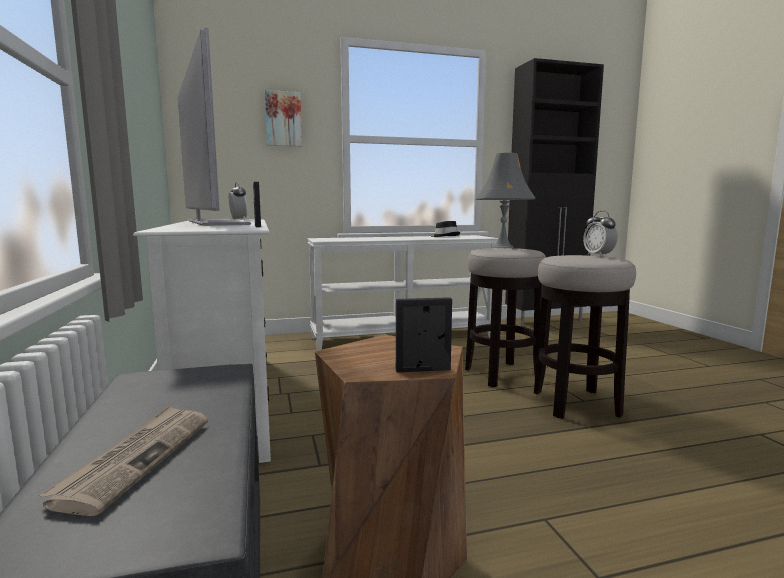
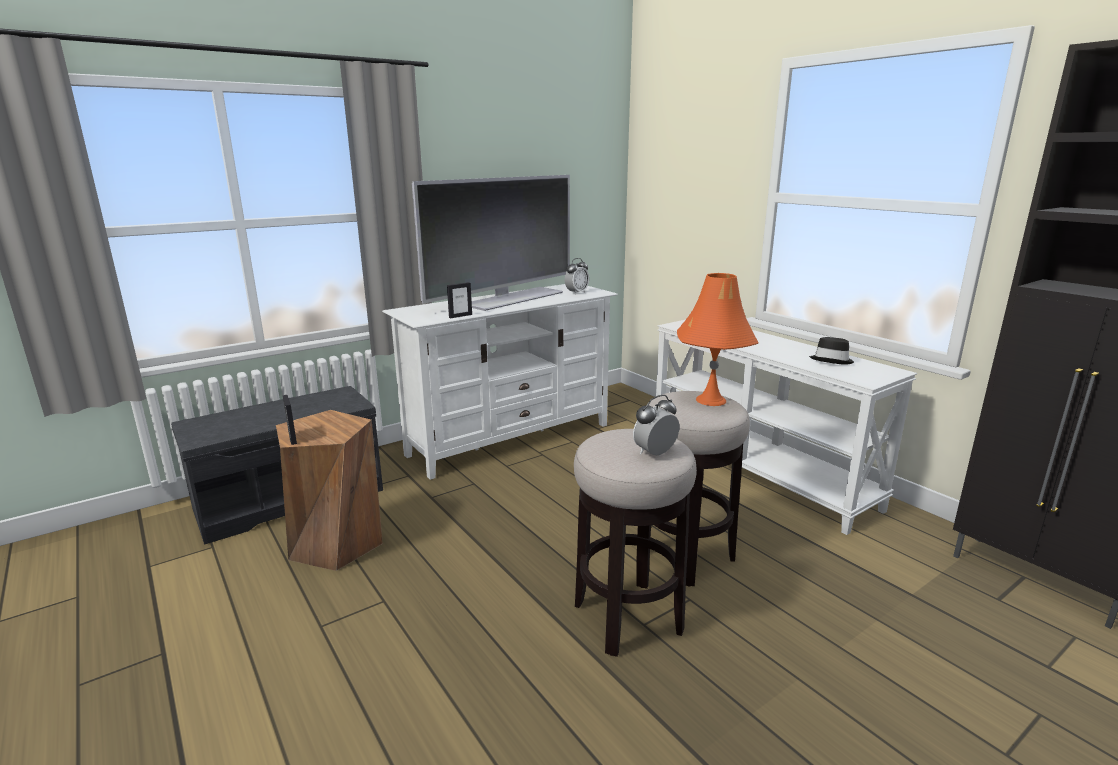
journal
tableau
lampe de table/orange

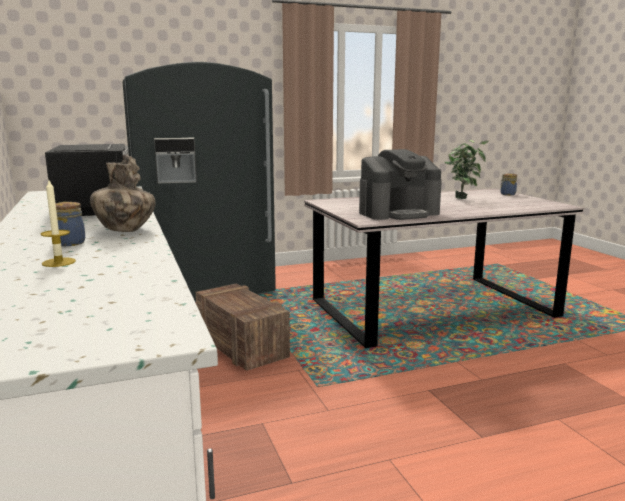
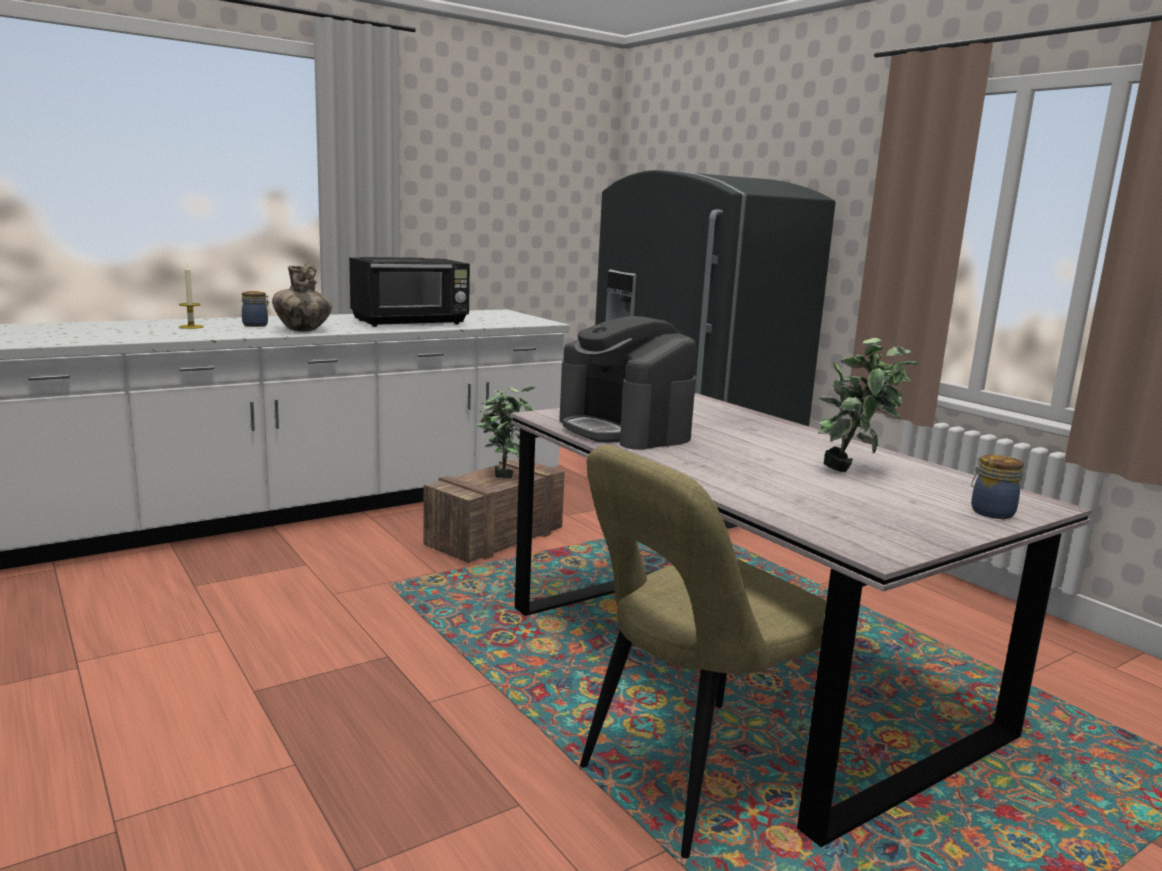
plante en pot (no. 1 from left)
chaise/beige

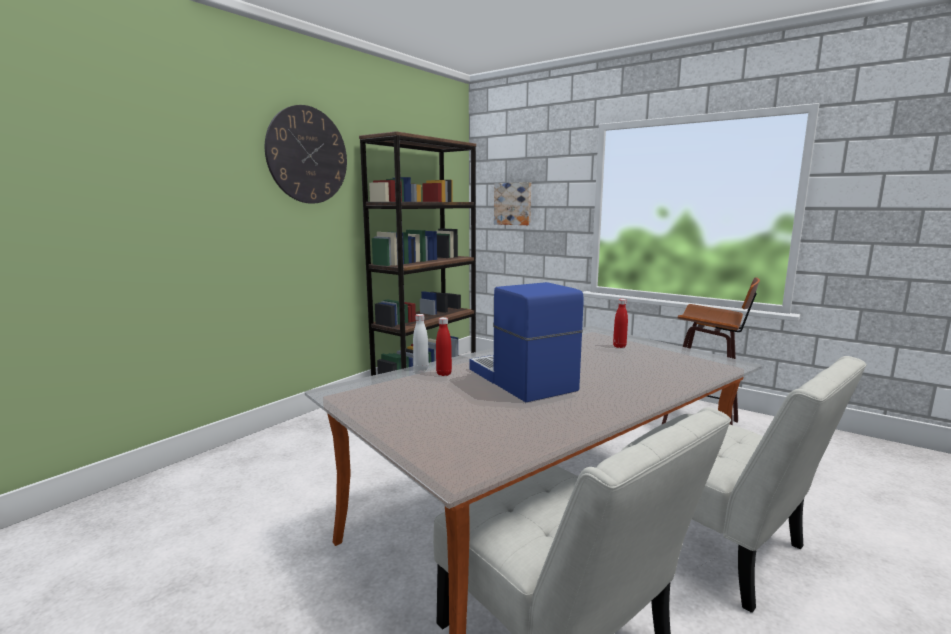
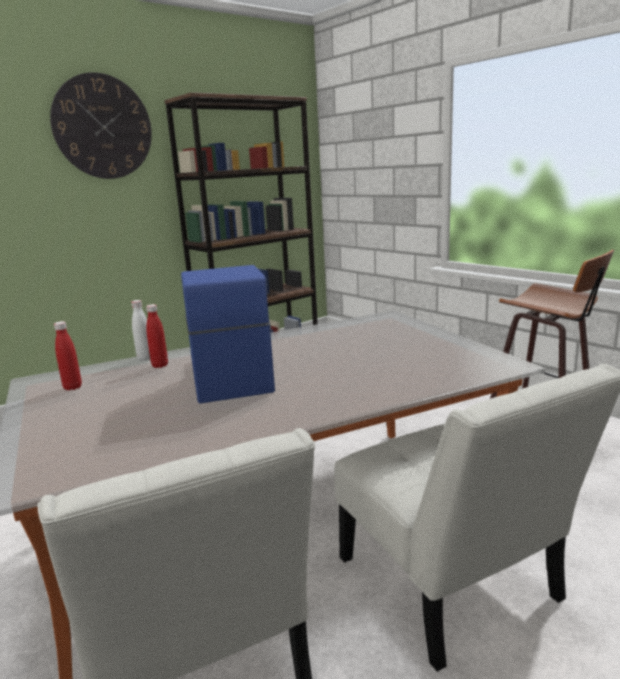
tableau
bouteille/rouge (no. 1 from left)

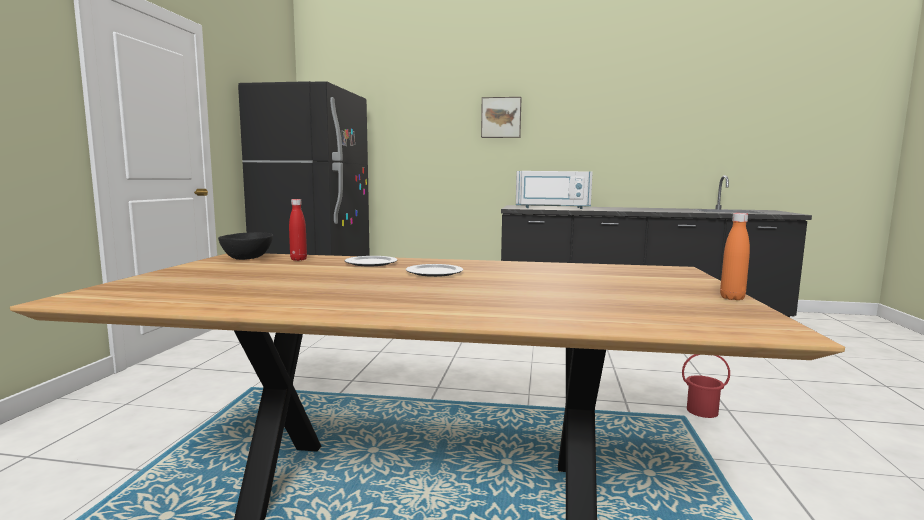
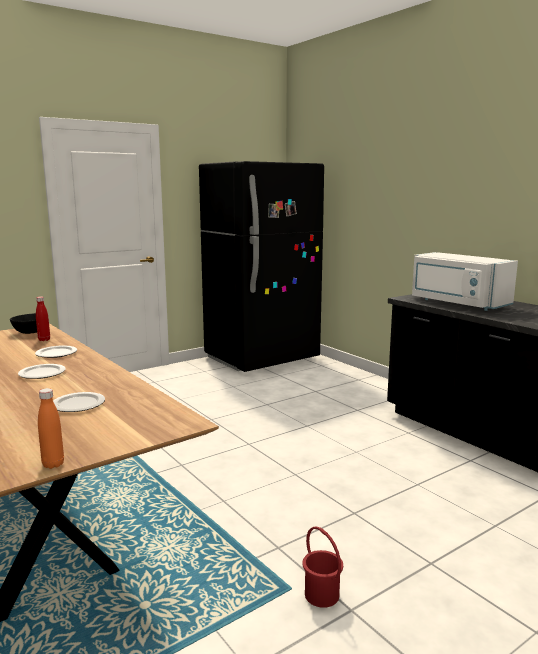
tableau
assiette (no. 3 from left)

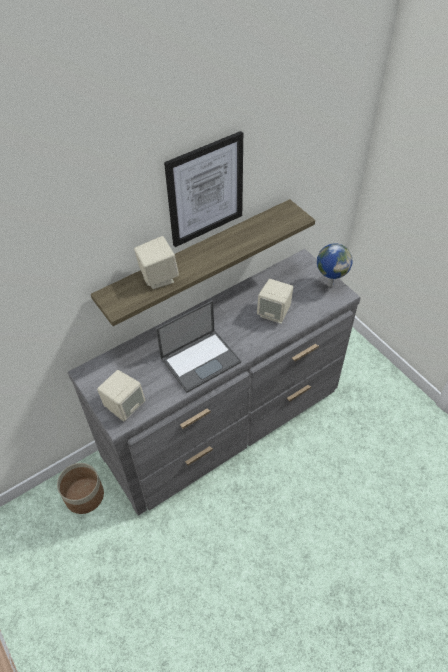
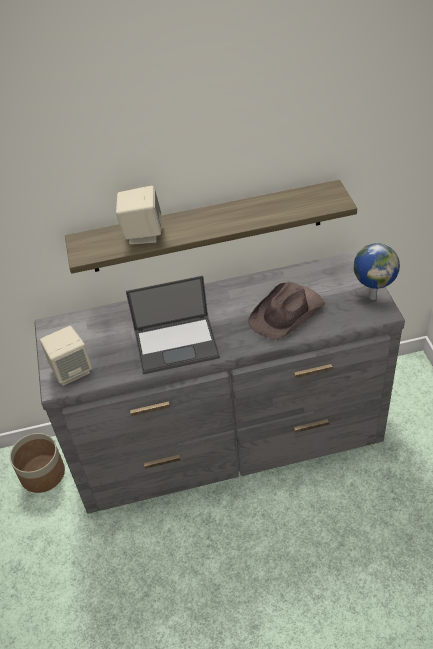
tableau
chapeau/marron

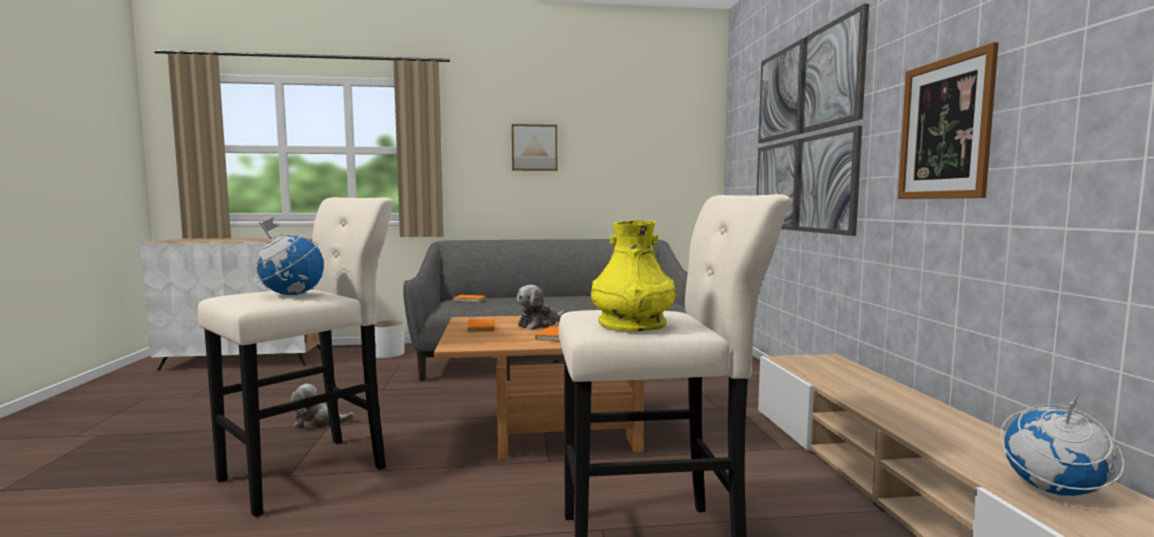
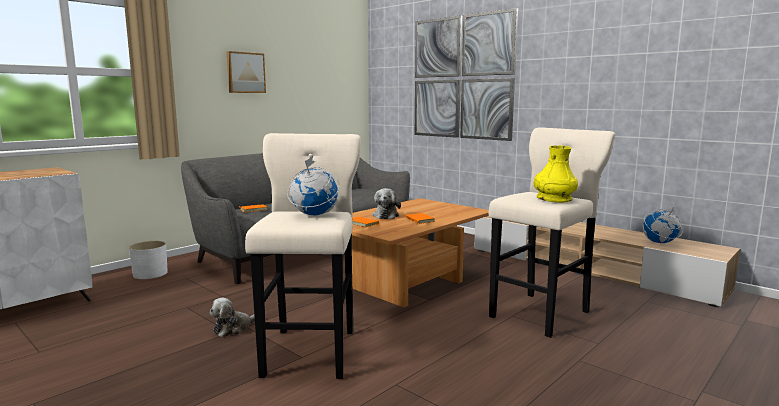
tableau (no. 3 from left in the first image)

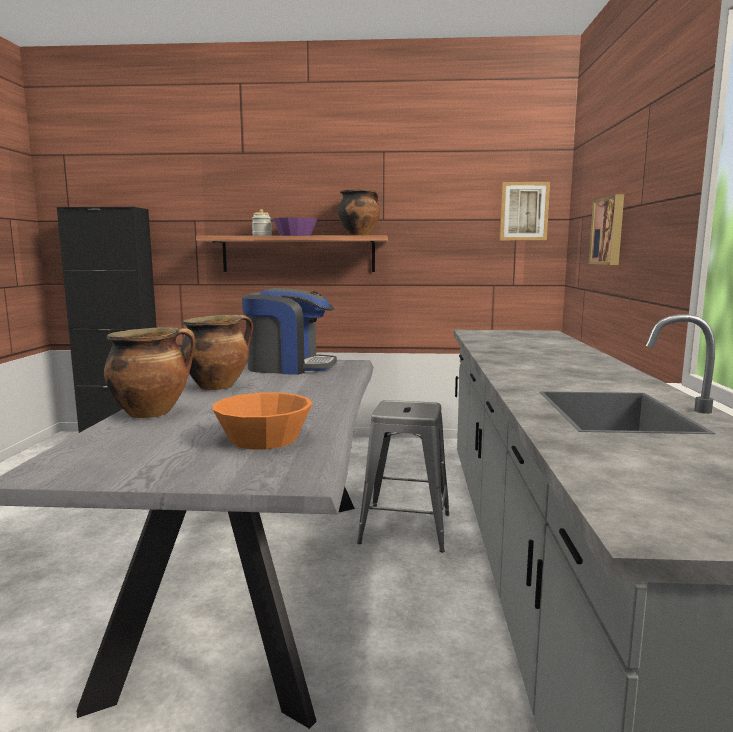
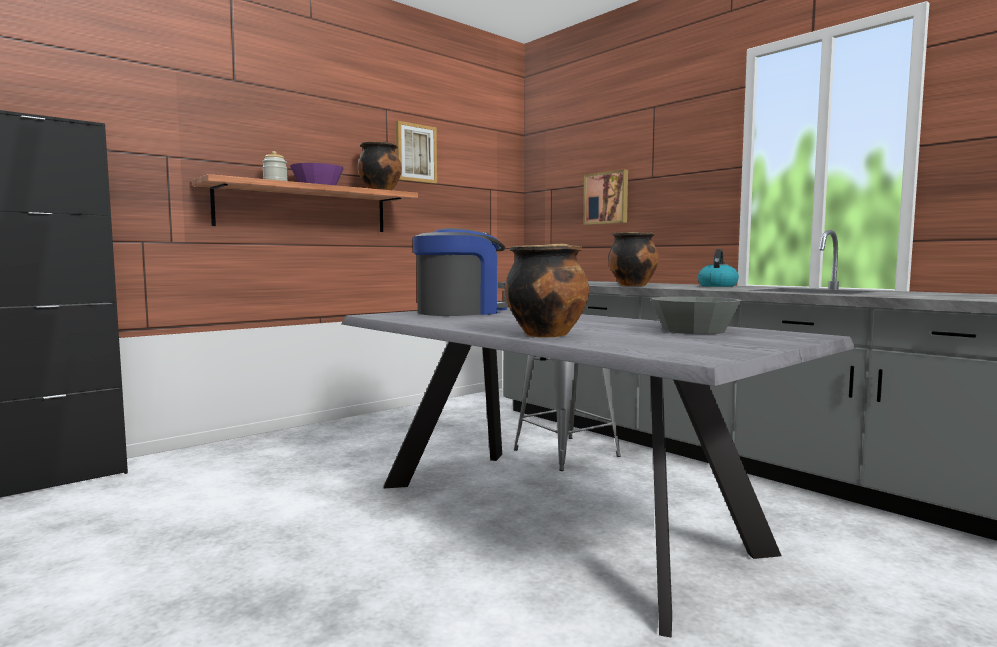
marmite (no. 3 from left)
bol/gris
tableau (no. 1 from left)
bouilloire

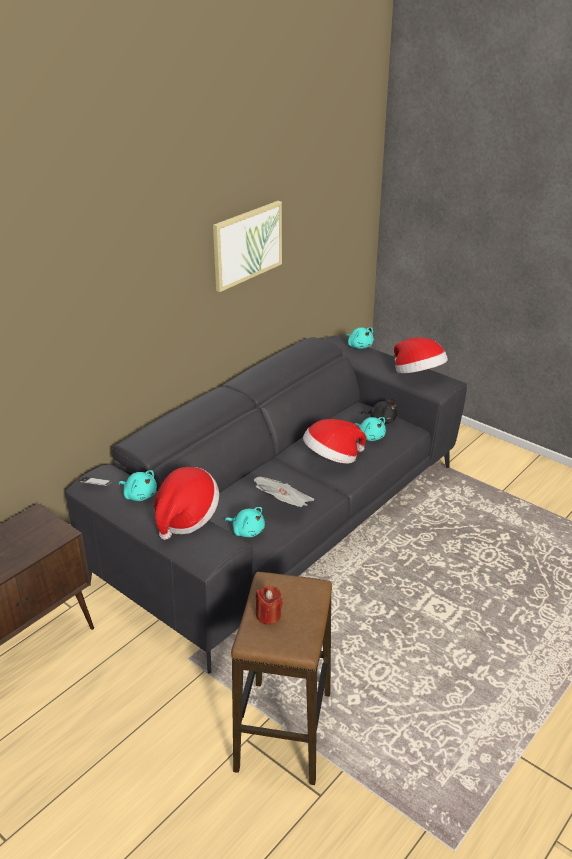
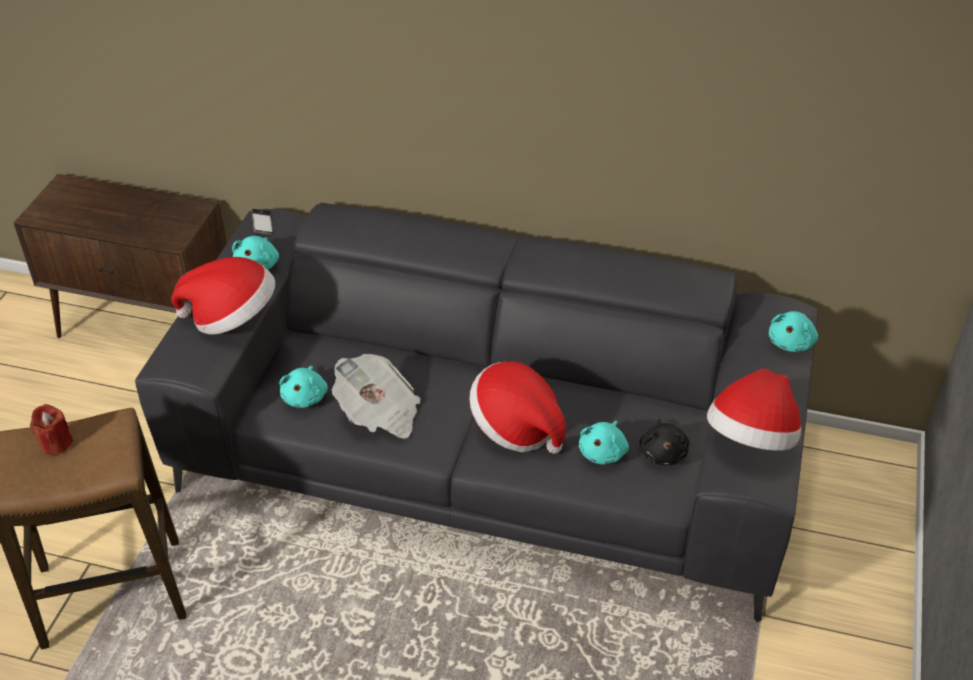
tableau

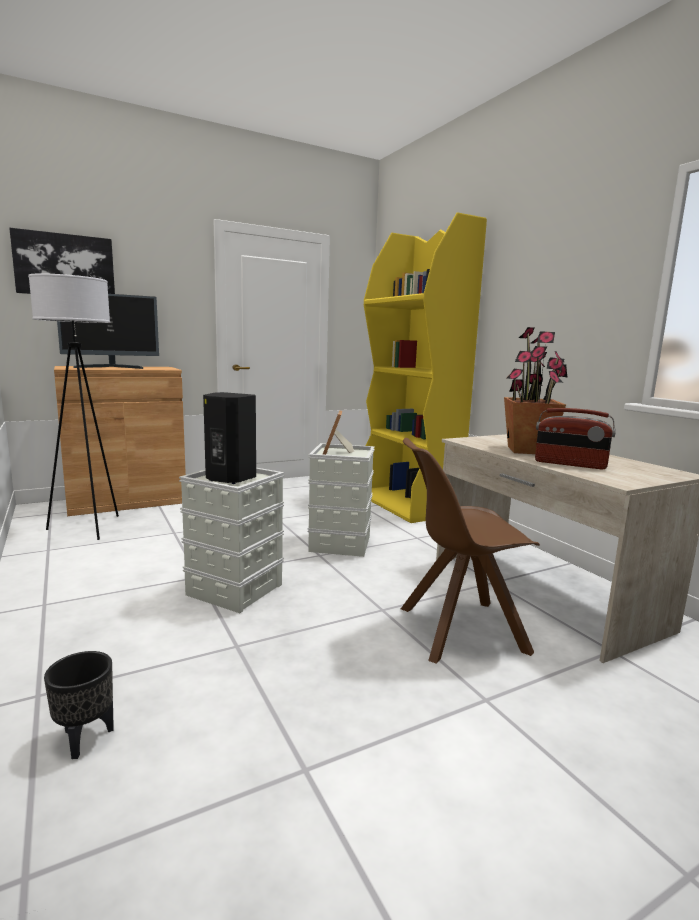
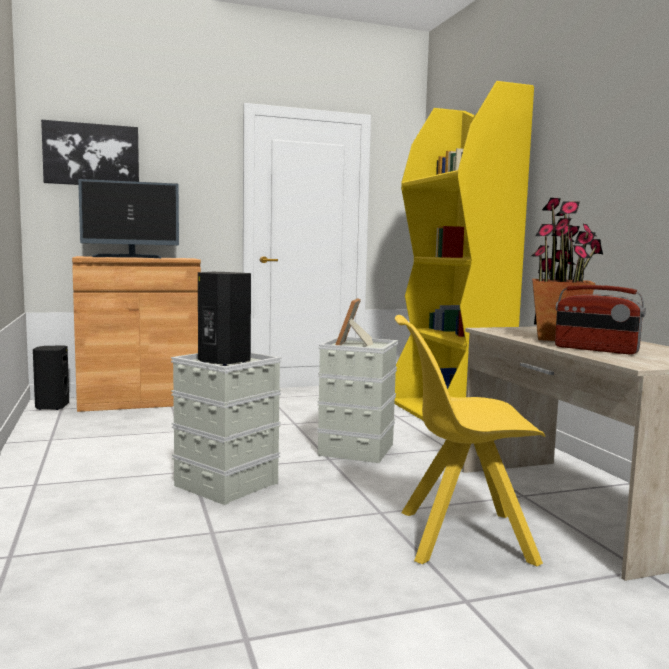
lampadaire/blanc
cache-pot/noir
chaise/jaune
enceinte/noir (no. 1 from left)

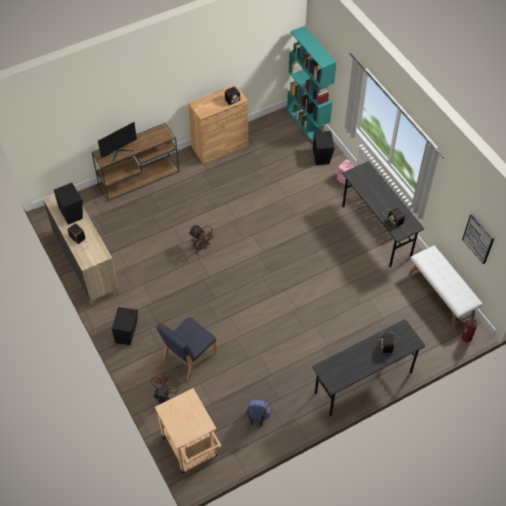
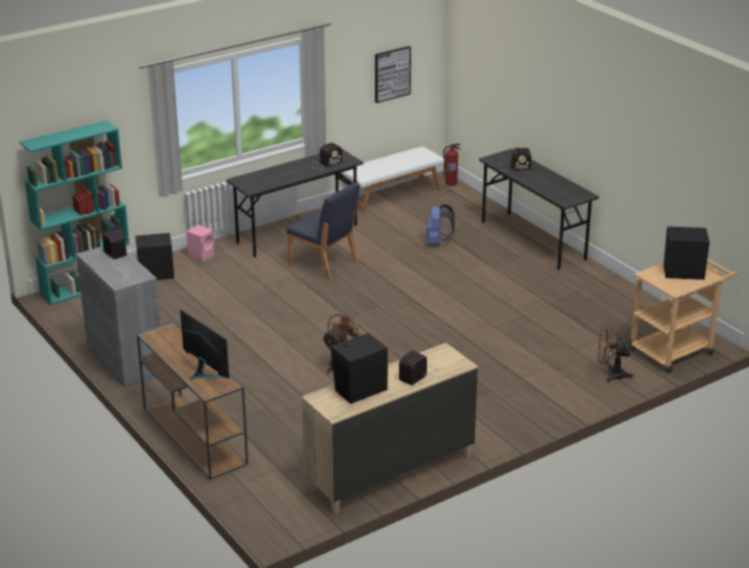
enceinte/noir (no. 3 from left)
chaise/bleu
meuble de rangement/gris
sac à dos/bleu

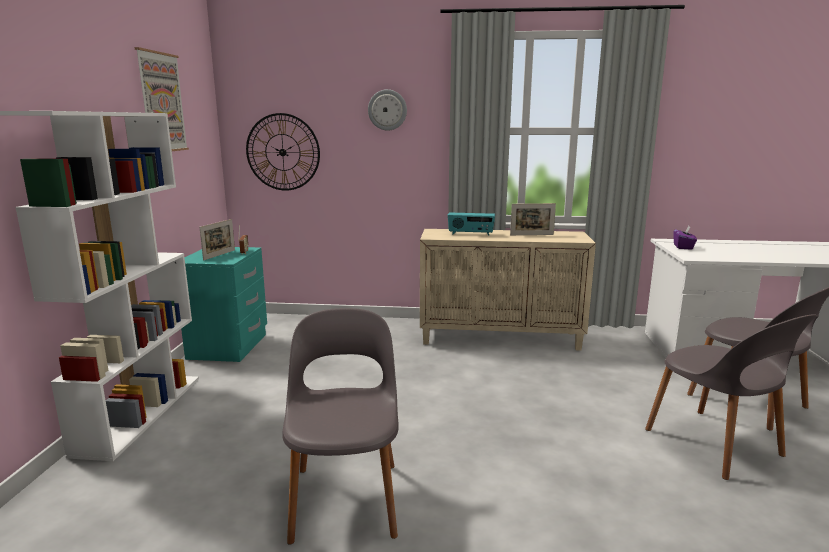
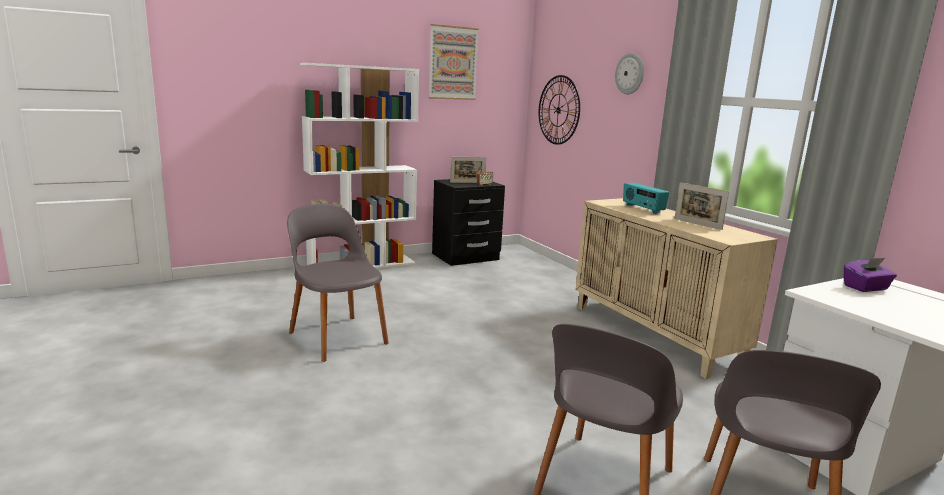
table de chevet/noir
chaise/gris (no. 1 from left)

